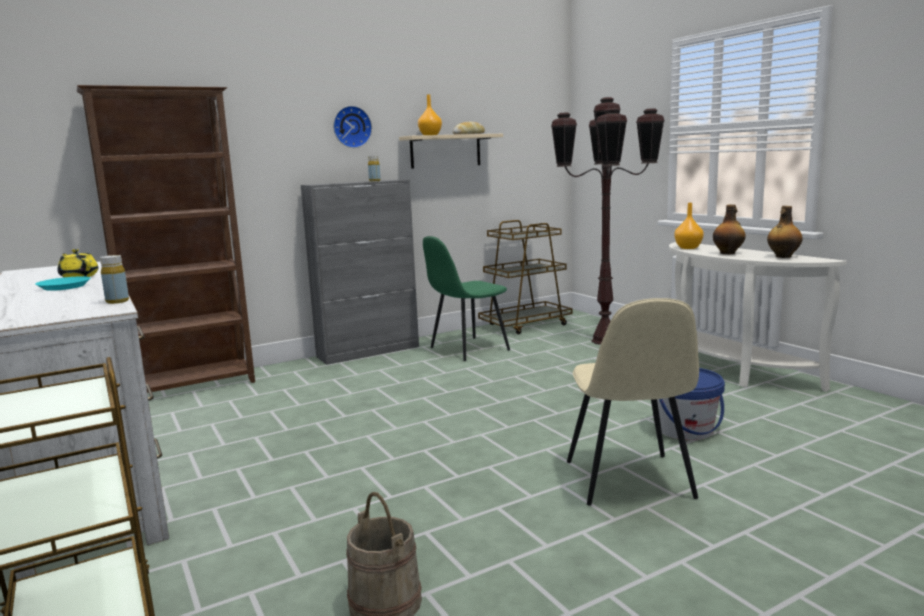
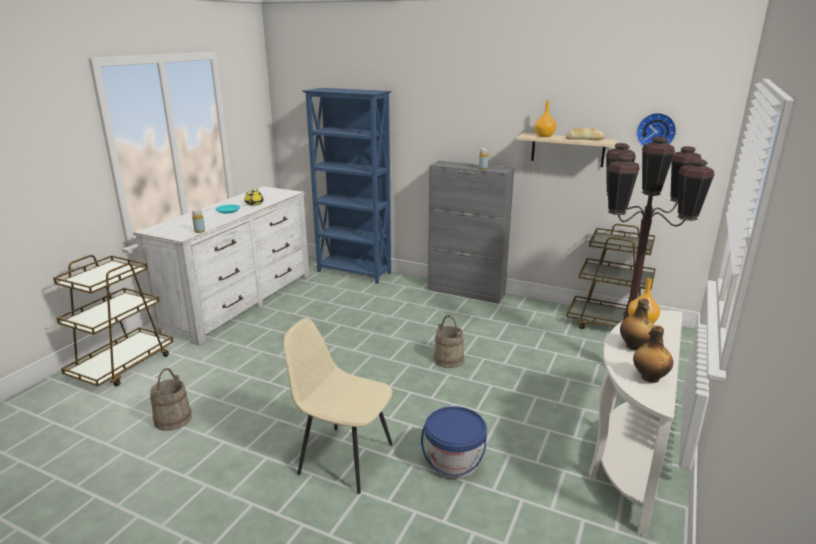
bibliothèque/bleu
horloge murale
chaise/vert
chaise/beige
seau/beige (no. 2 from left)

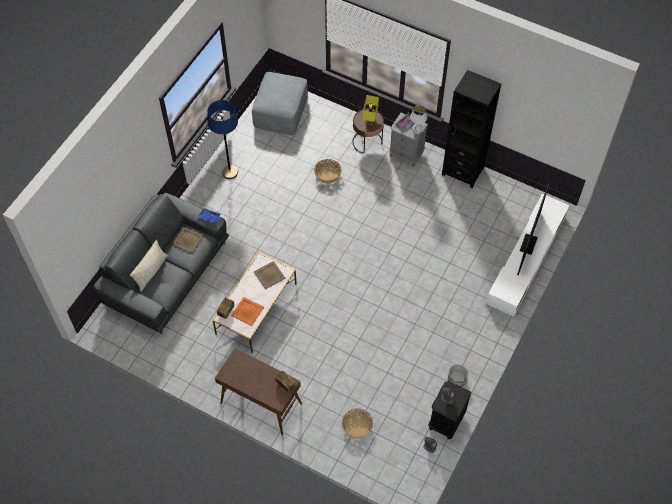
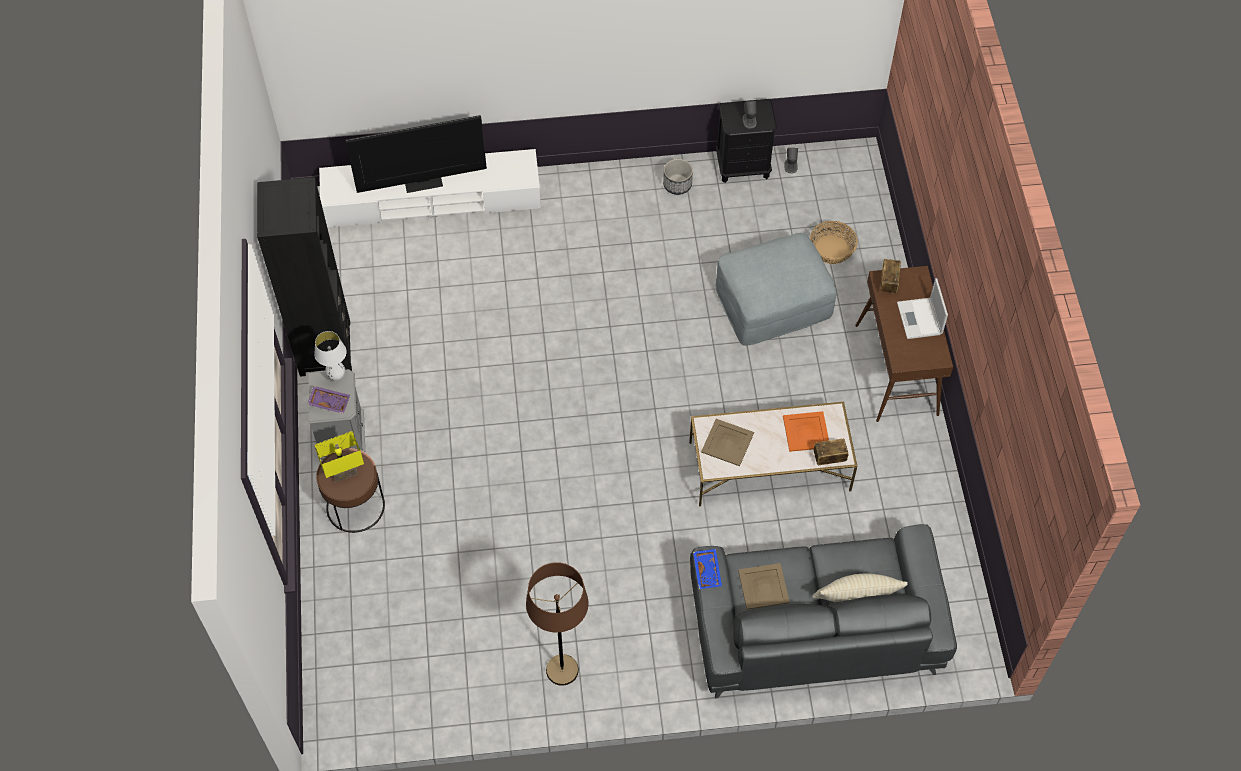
lampadaire/marron
pouf/gris
panier (no. 1 from left in the first image)
ordinateur portable

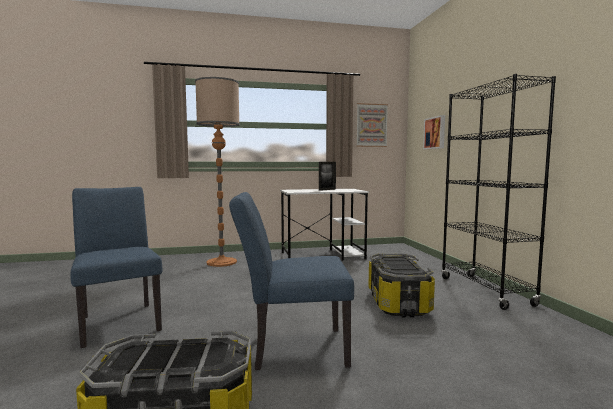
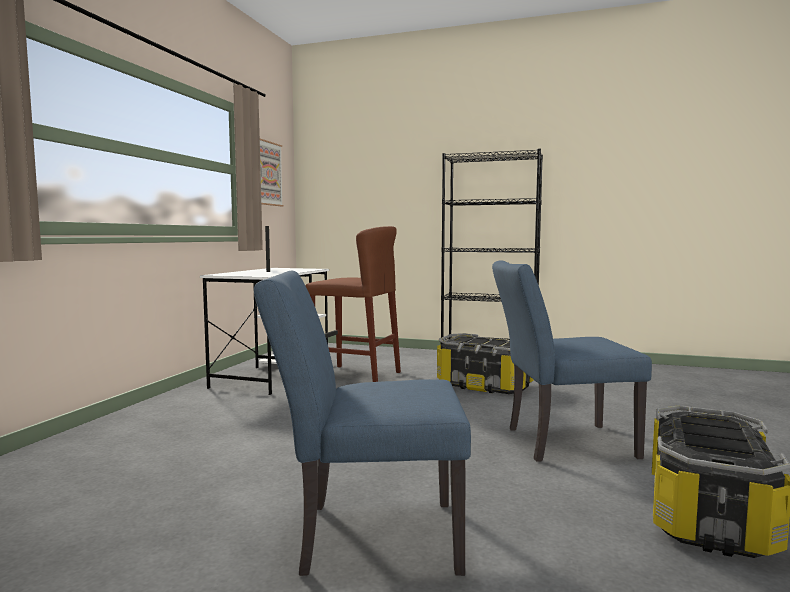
lampadaire
chaise/bleu (no. 2 from left)
tableau (no. 2 from left in the first image)
tabouret/marron

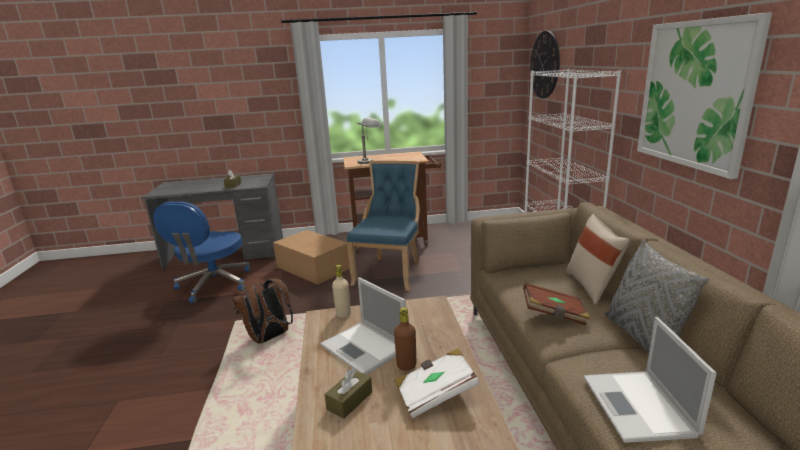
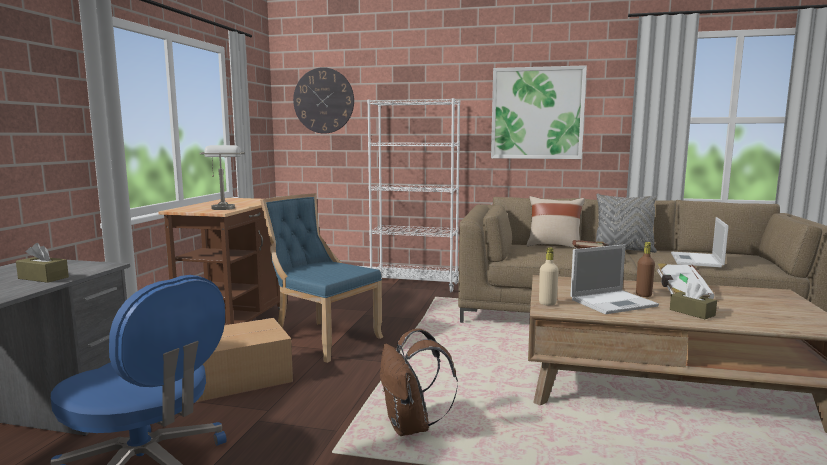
ordinateur portable (no. 2 from left)

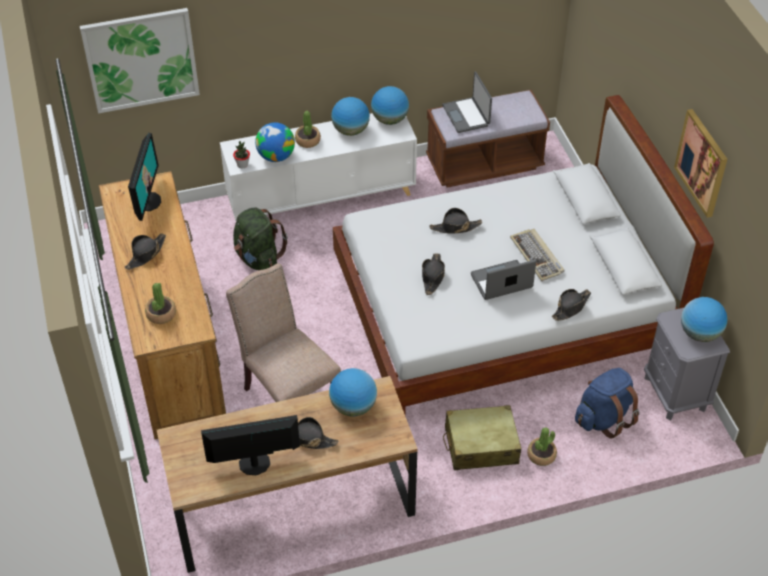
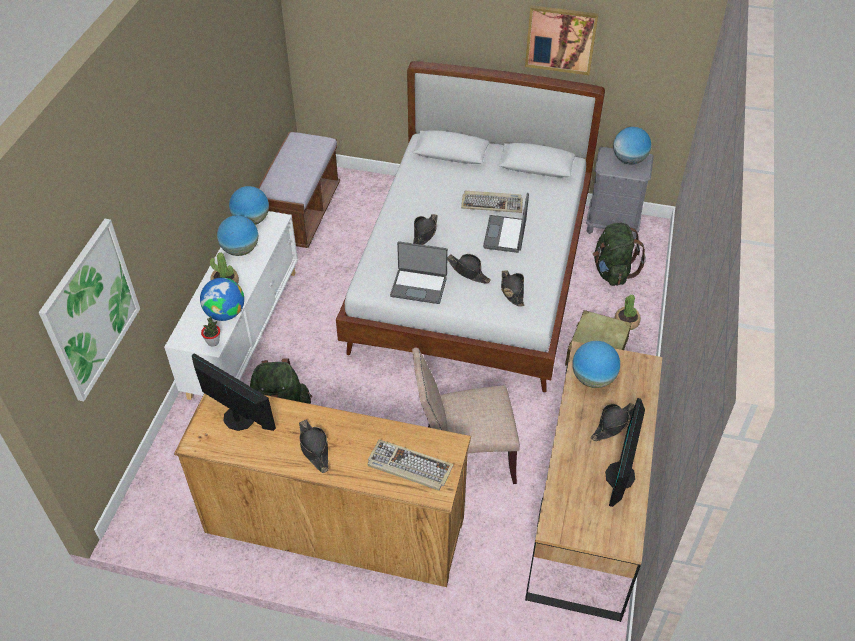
clavier (no. 1 from left)
ordinateur portable (no. 1 from left)
chapeau/noir (no. 4 from left)
sac à dos/vert (no. 2 from left)

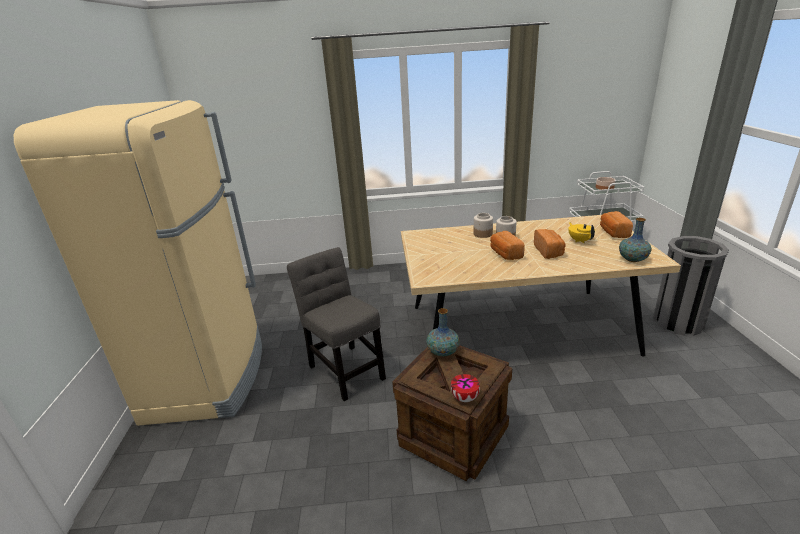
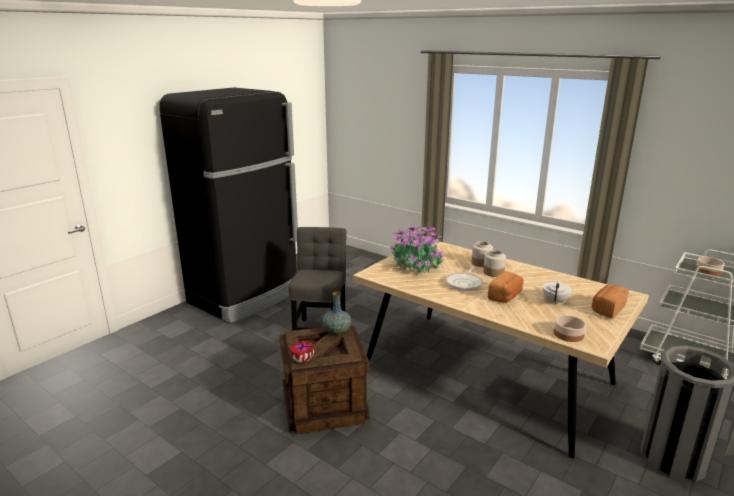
réfrigérateur/noir
poêle
théière/blanc
bol (no. 2 from left)
plante en pot

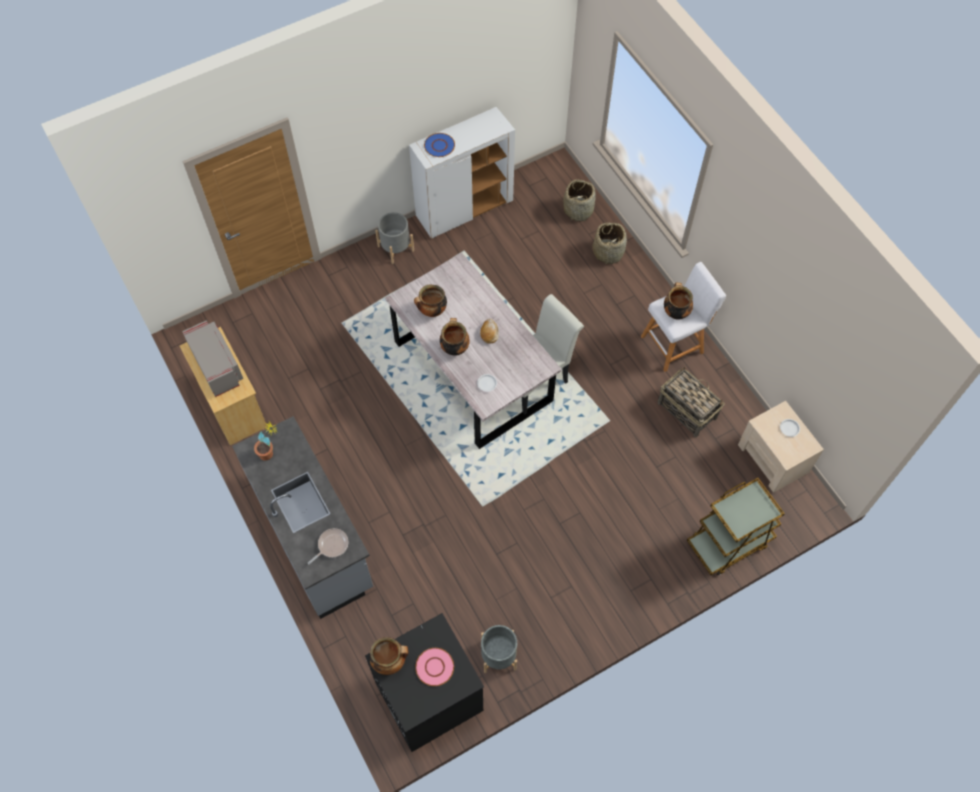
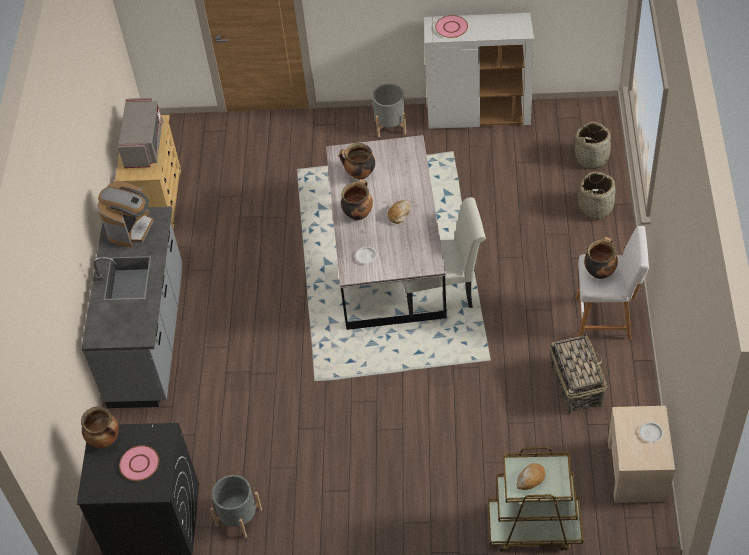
machine à café
poêle
assiette/rose (no. 2 from left)
pain (no. 2 from left)

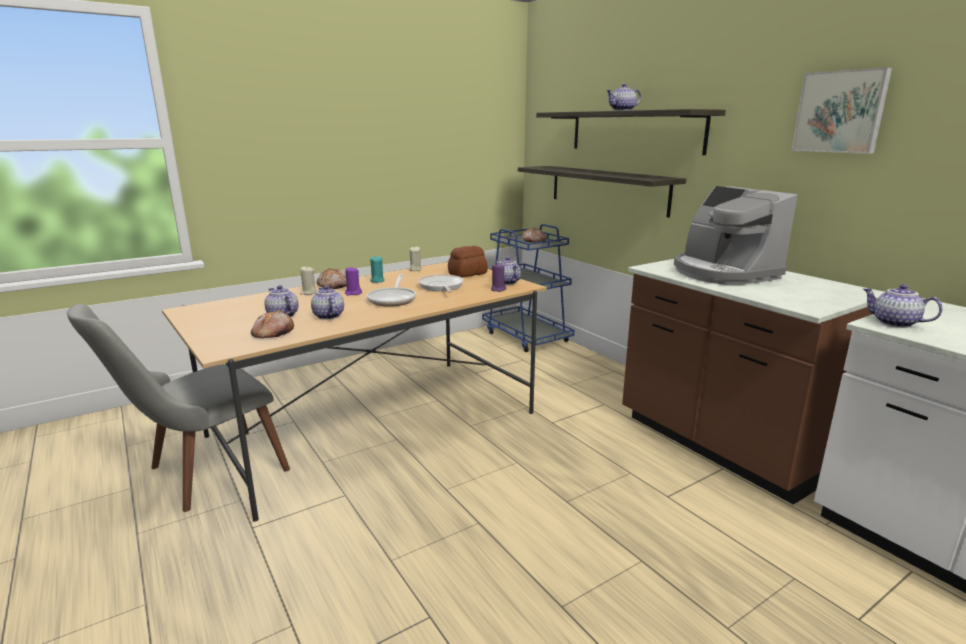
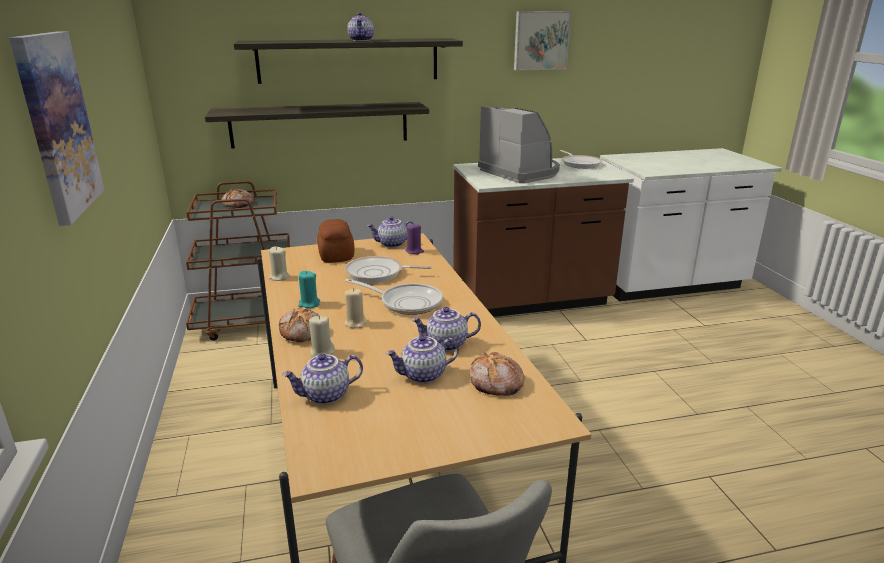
bougie/beige (no. 3 from left)
chariot/marron
machine à café
théière (no. 1 from left)
tableau (no. 1 from left)
poêle (no. 3 from left)

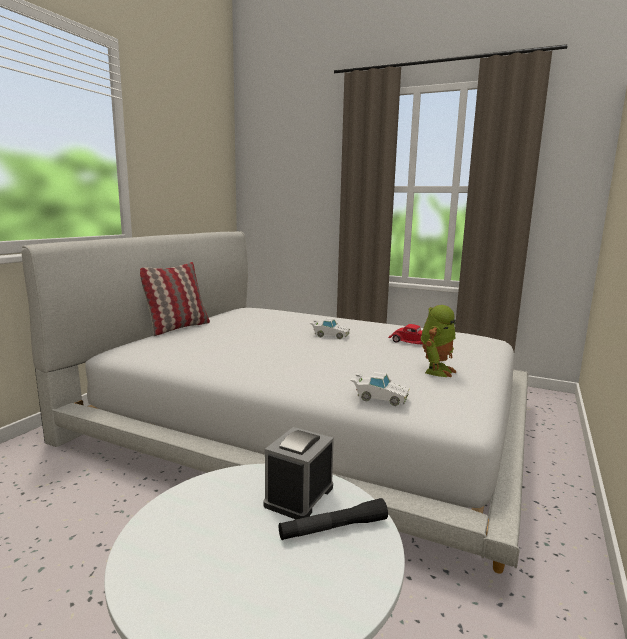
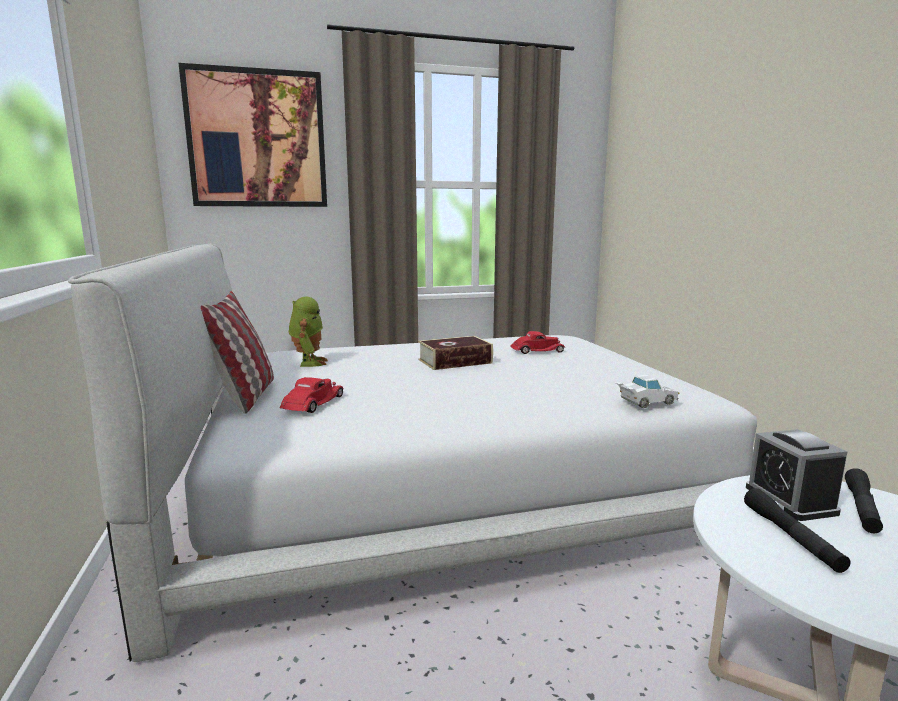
livre
robot jouet
tableau
petite voiture/rouge (no. 1 from left)
lampe de poche/noir (no. 1 from left)

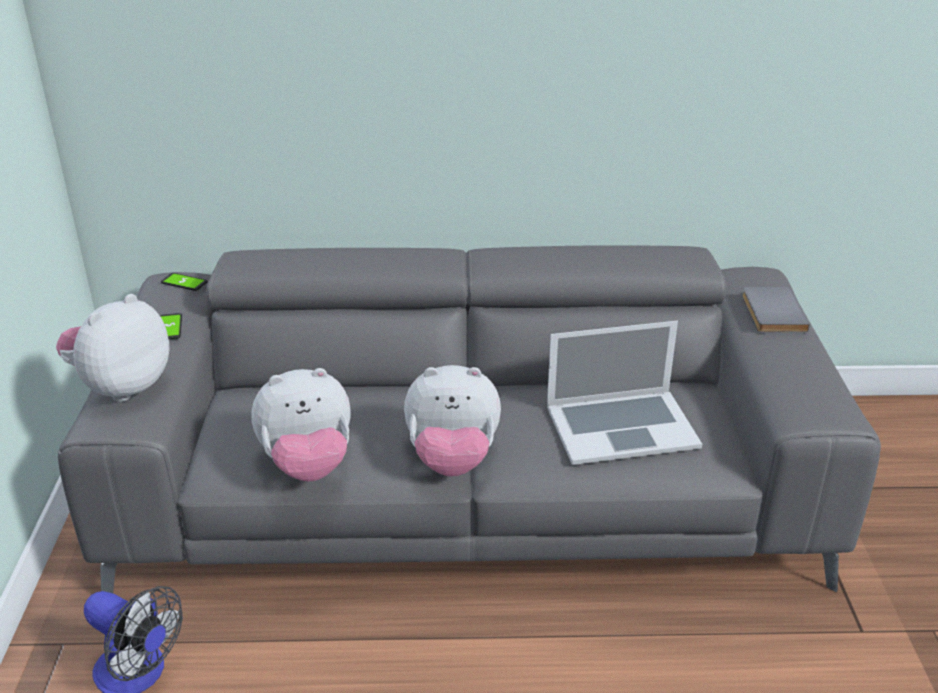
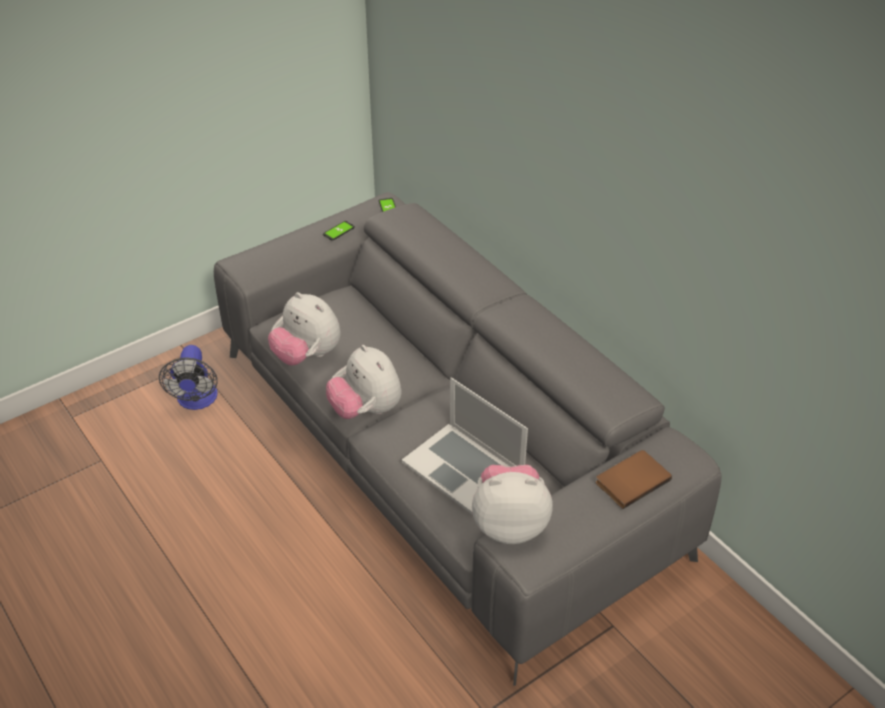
peluche (no. 3 from left)
livre/marron

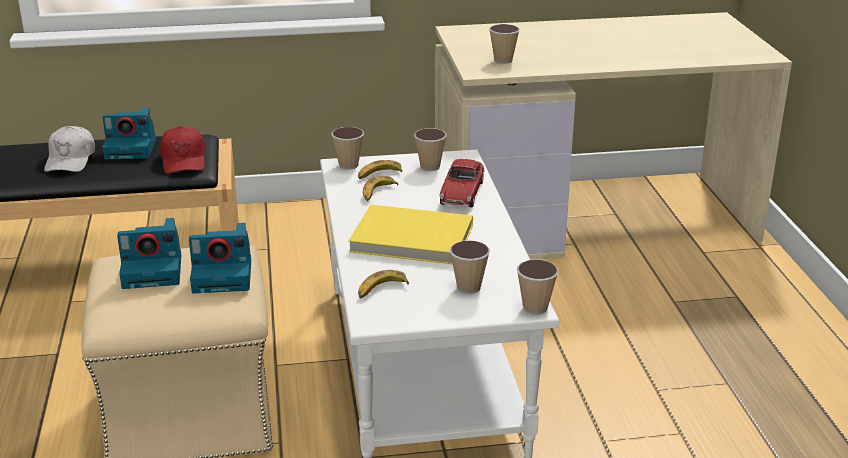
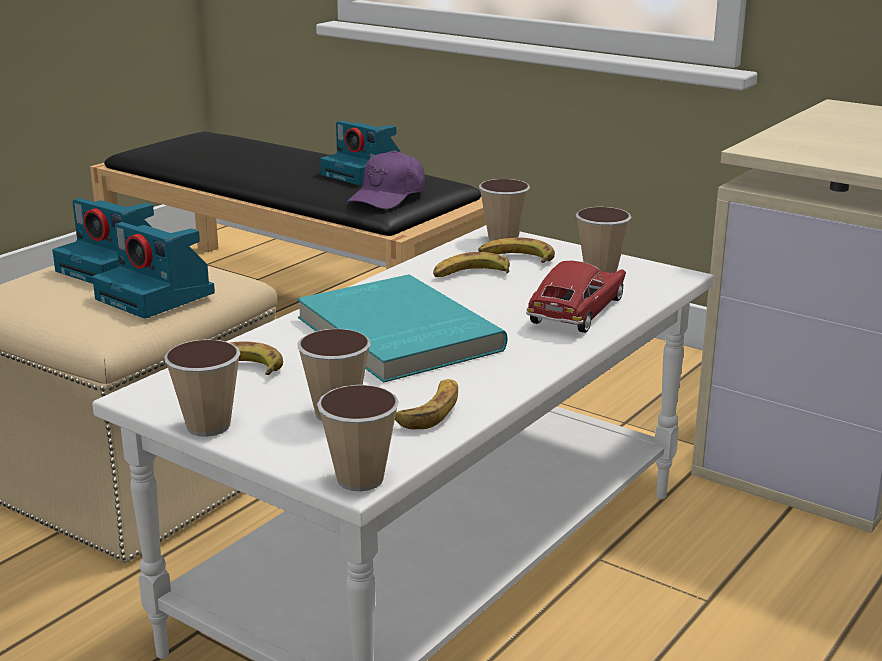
casquette/blanc
casquette/violet
livre/turquoise
petite voiture
tasse (no. 1 from left)
banane (no. 2 from left)

